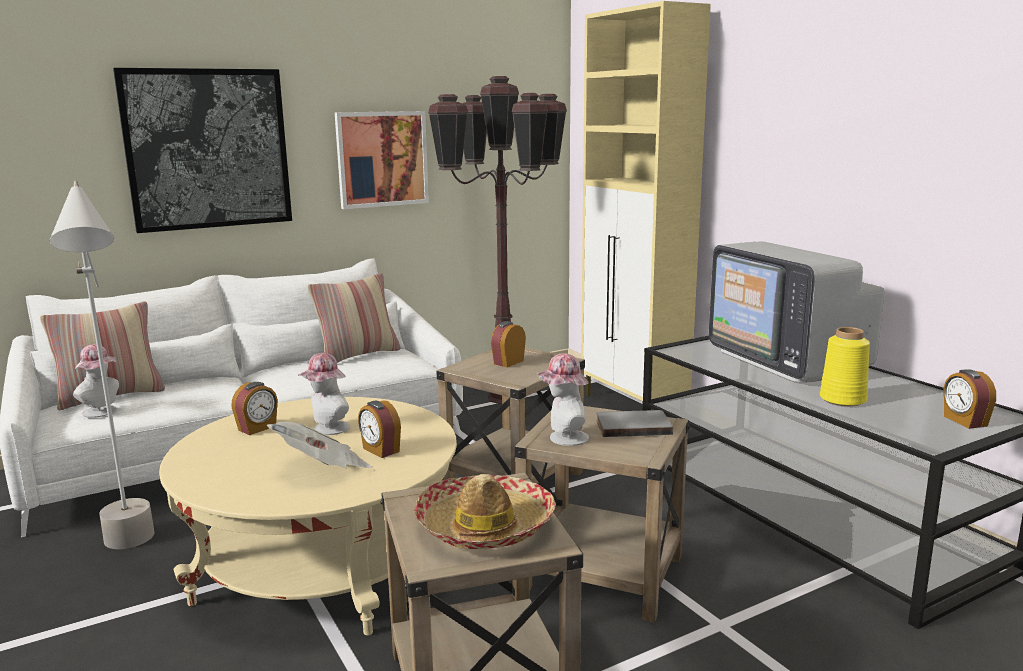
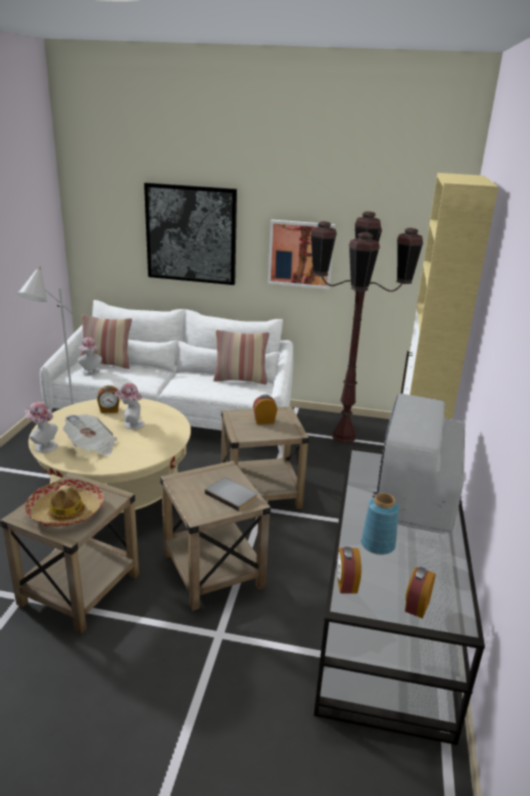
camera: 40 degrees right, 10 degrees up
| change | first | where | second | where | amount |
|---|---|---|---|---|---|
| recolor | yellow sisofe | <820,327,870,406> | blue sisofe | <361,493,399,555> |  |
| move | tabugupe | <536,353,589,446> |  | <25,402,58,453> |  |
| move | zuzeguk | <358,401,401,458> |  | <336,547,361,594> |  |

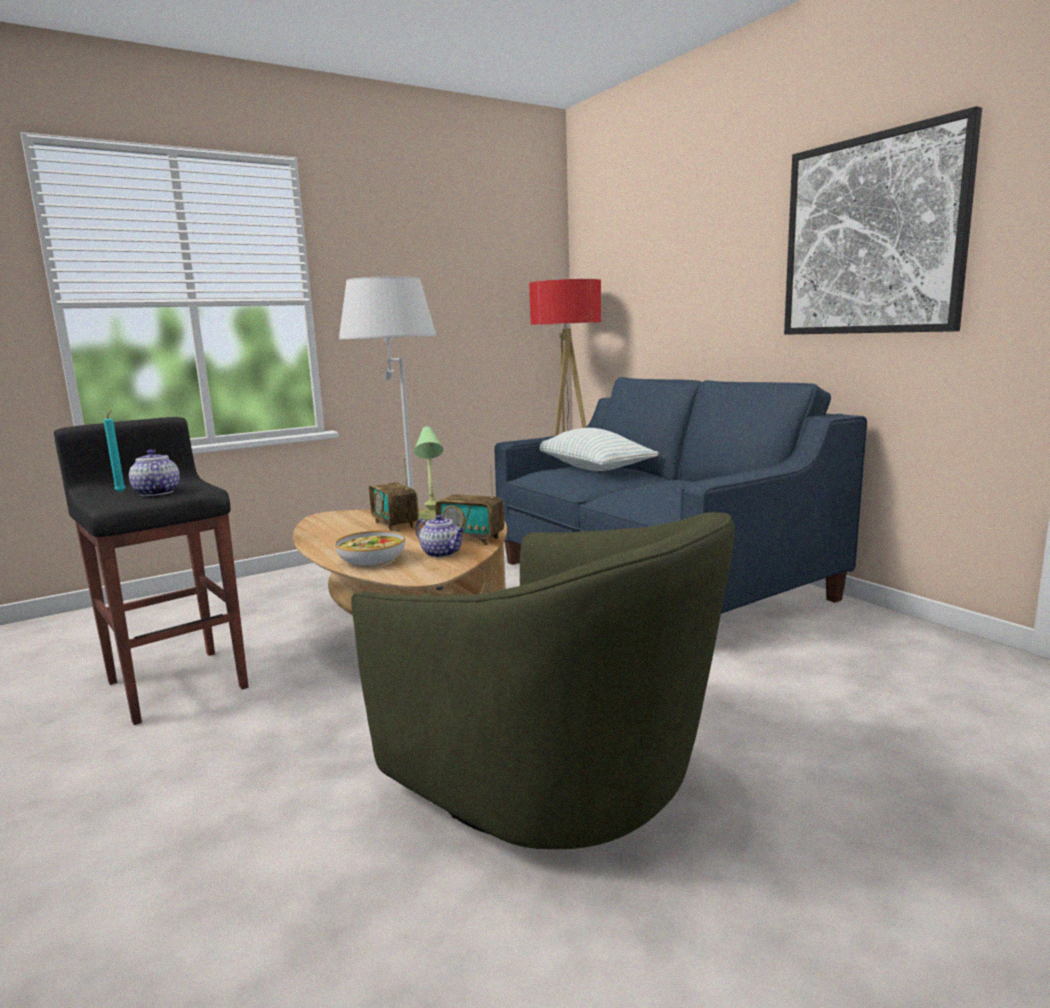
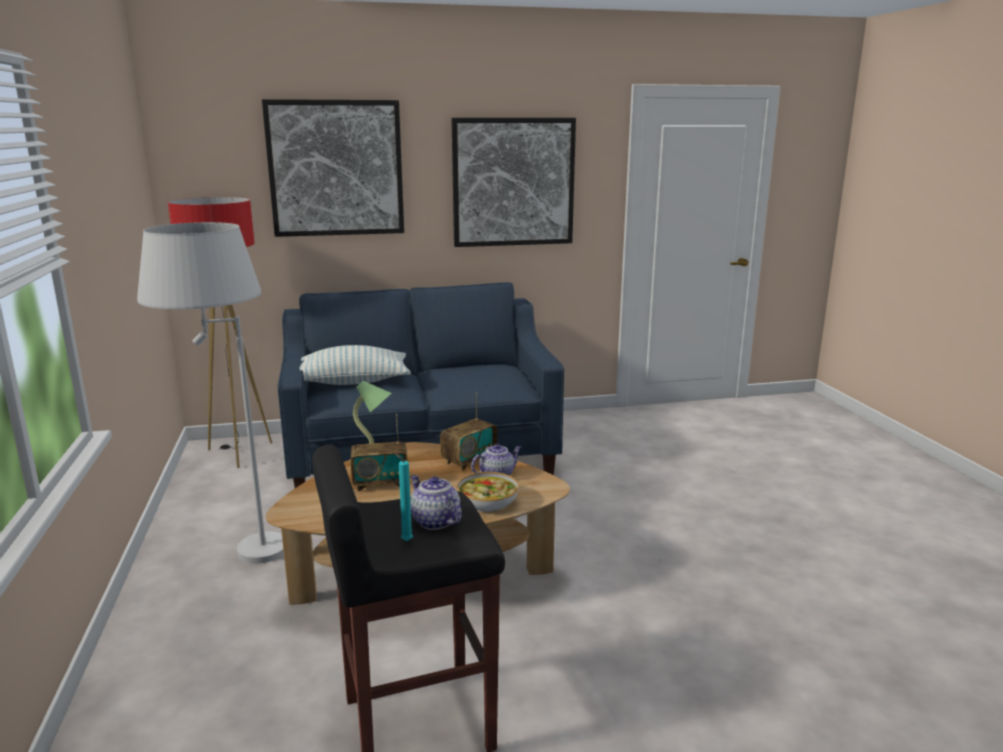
camera: 70 degrees left, 5 degrees up
| change | first | where | second | where | amount |
|---|---|---|---|---|---|
| rotate | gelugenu | <129,449,180,496> |  | <410,475,462,530> | 60 degrees clockwise |
| delete | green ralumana | <351,512,735,849> |  |  |  |
| insert |  |  | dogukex | <262,99,404,237> |  |

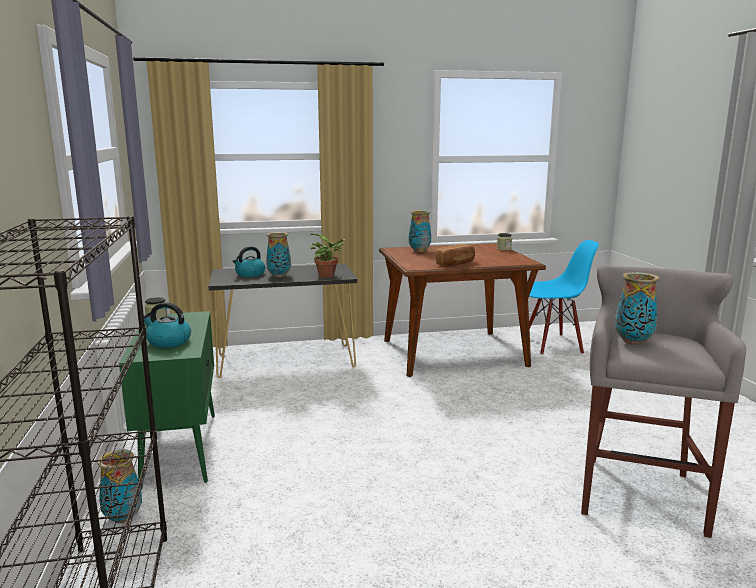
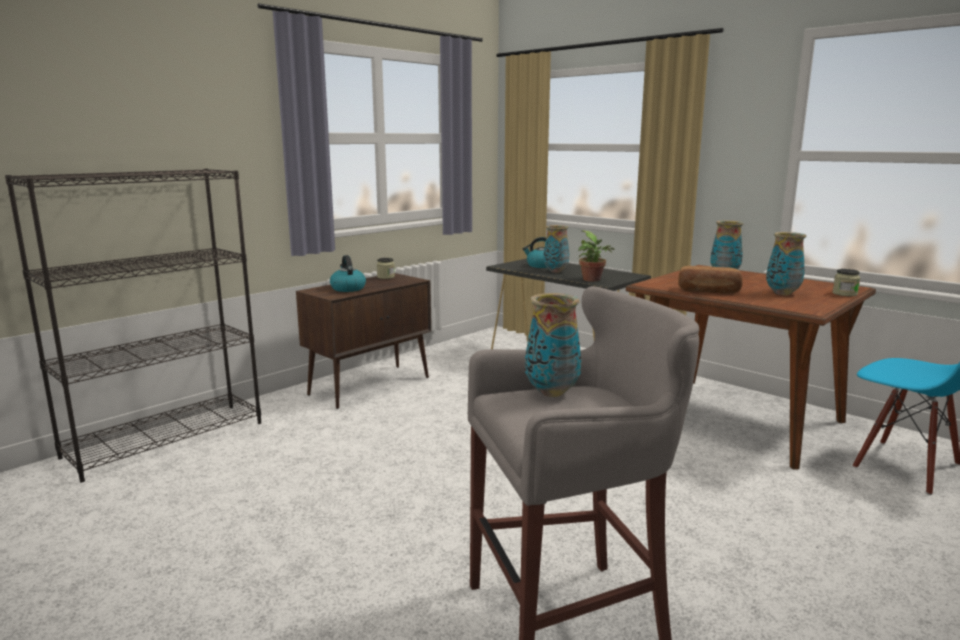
camera: 55 degrees right, 0 degrees up
| change | first | where | second | where | amount |
|---|---|---|---|---|---|
| recolor | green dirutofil | <119,311,215,489> | brown dirutofil | <296,273,431,409> |  |
| move | sisofe | <98,449,142,523> |  | <766,232,806,295> |  |

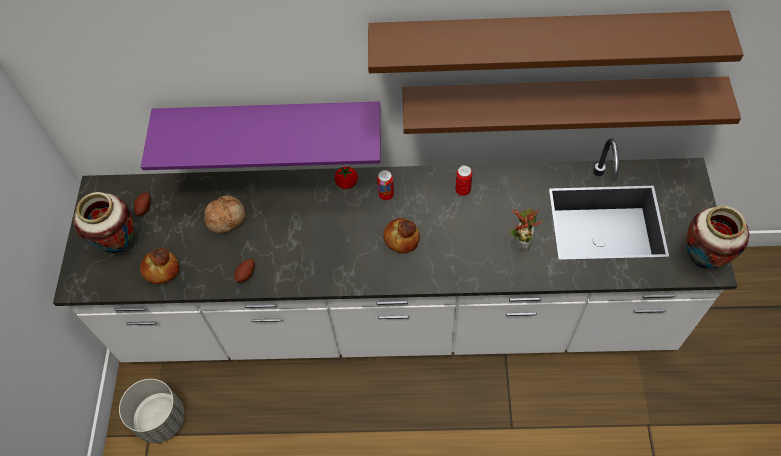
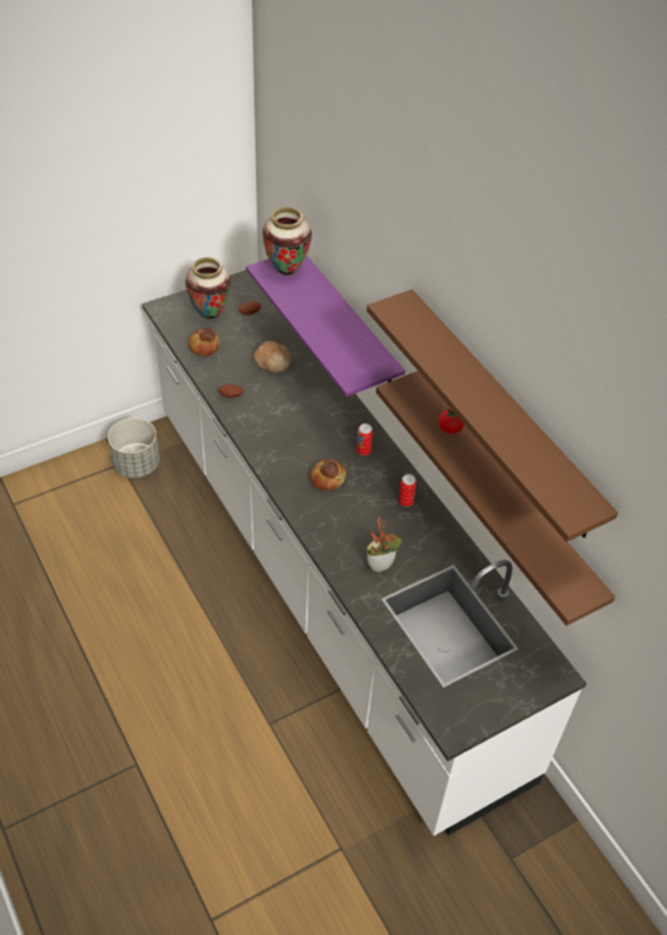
camera: 55 degrees right, 10 degrees down
| change | first | where | second | where | amount |
|---|---|---|---|---|---|
| move | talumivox | <335,166,358,189> |  | <438,409,464,434> |  |
| move | sisofe | <686,206,749,268> |  | <262,207,312,276> |  |

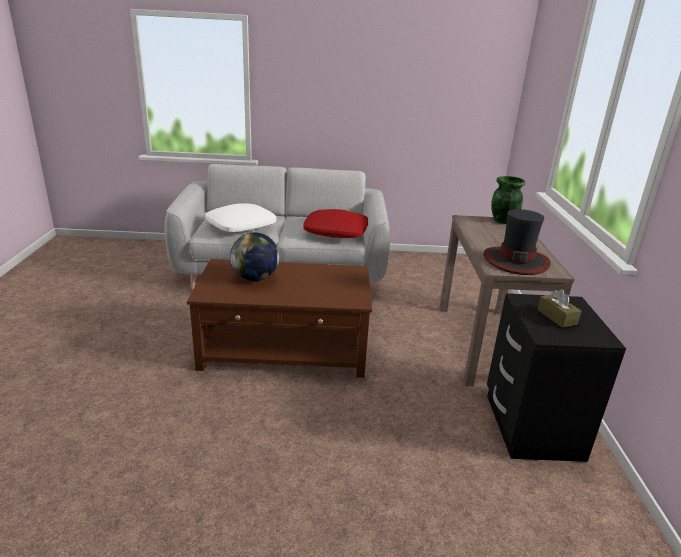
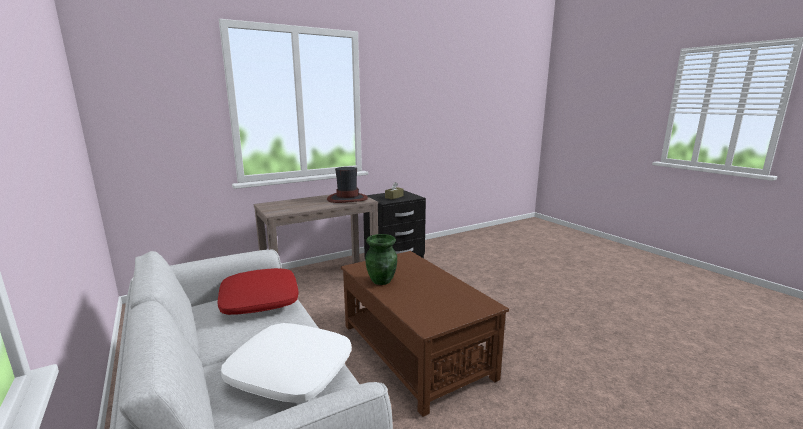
camera: 120 degrees left, 10 degrees down
| change | first | where | second | where | amount |
|---|---|---|---|---|---|
| move | green sisofe | <491,176,525,224> |  | <365,234,397,285> |  |
| delete | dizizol | <230,232,279,281> |  |  |  |

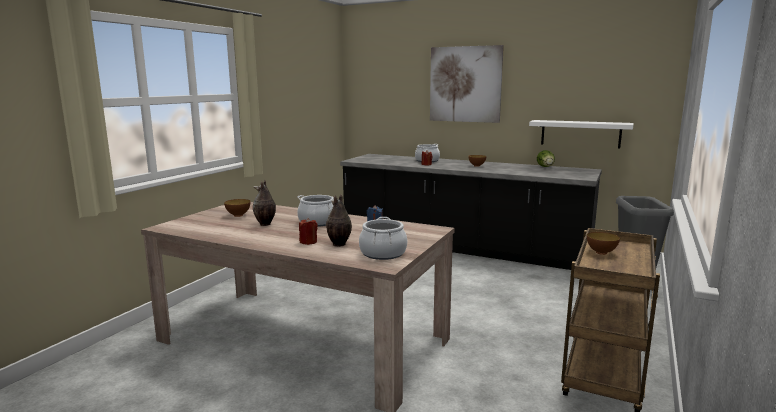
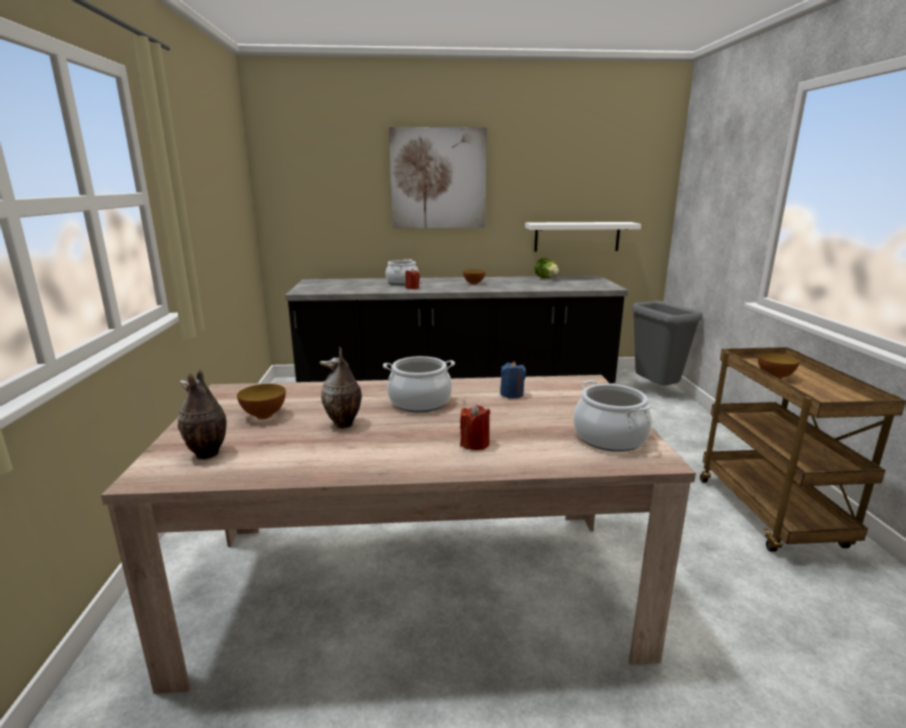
camera: 30 degrees left, 5 degrees up
| change | first | where | second | where | amount |
|---|---|---|---|---|---|
| move | sisofe | <326,194,352,247> |  | <178,369,227,460> |  |

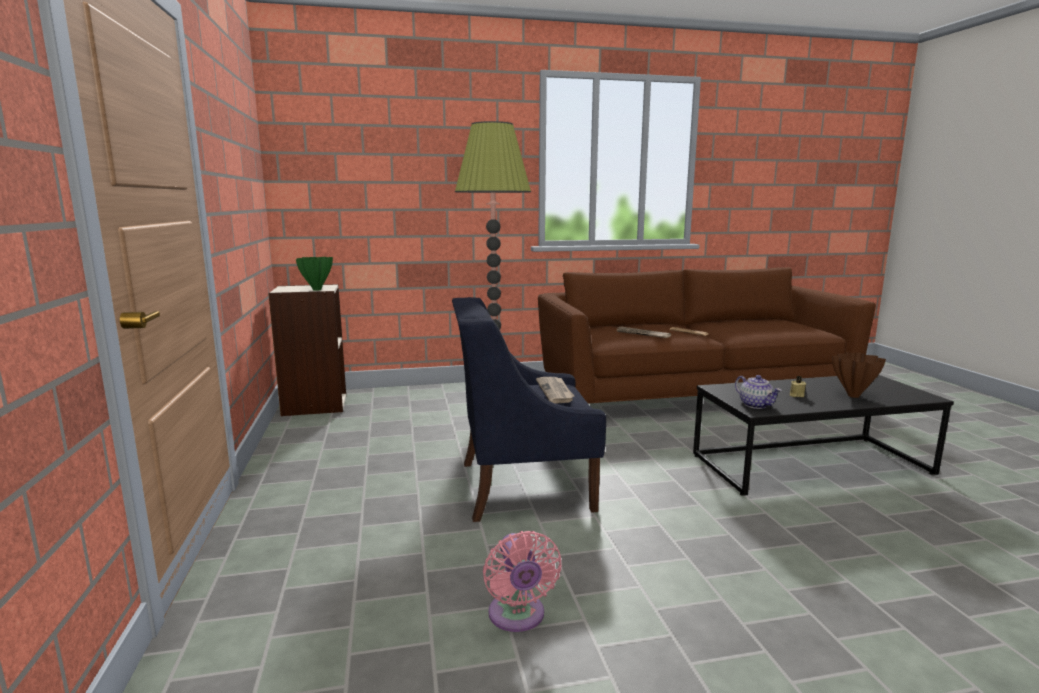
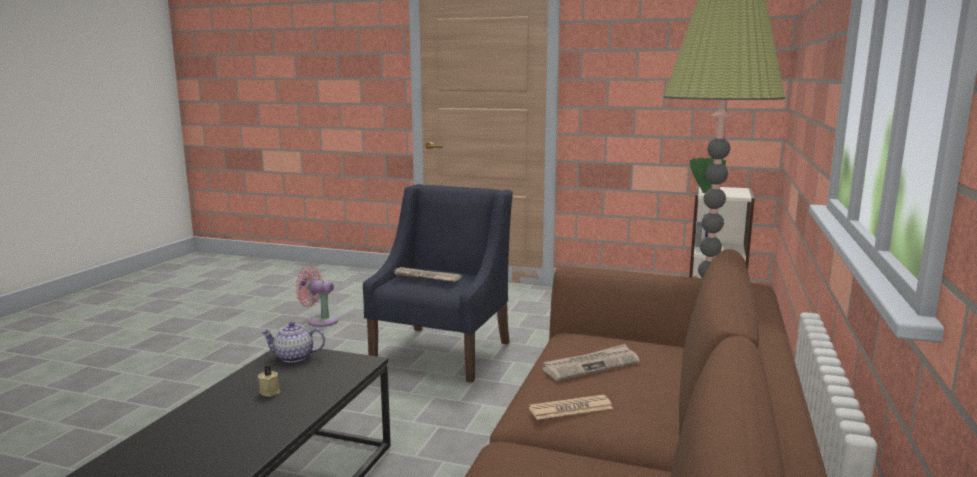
camera: 120 degrees right, 0 degrees up
| change | first | where | second | where | amount |
|---|---|---|---|---|---|
| delete | brown sisofe | <832,352,886,398> |  |  |  |

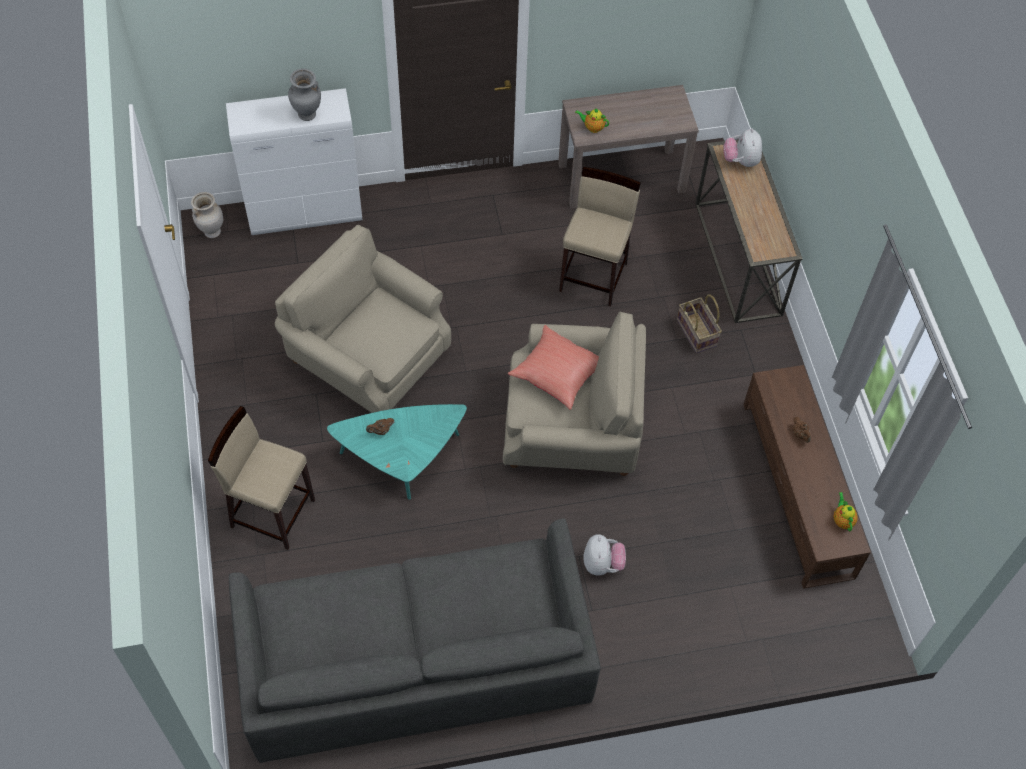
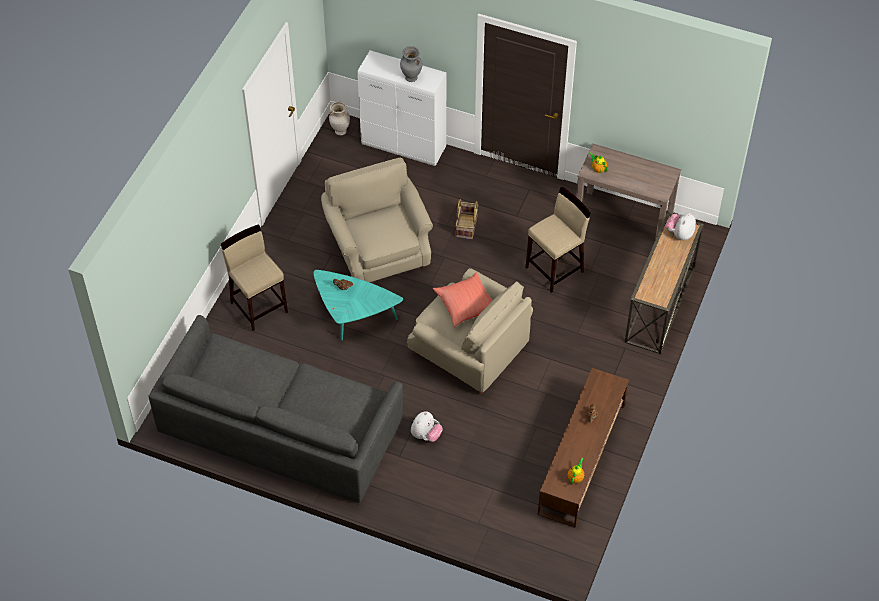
camera: 35 degrees right, 5 degrees down
| change | first | where | second | where | amount |
|---|---|---|---|---|---|
| move | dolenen | <677,295,722,353> |  | <455,199,478,240> |  |

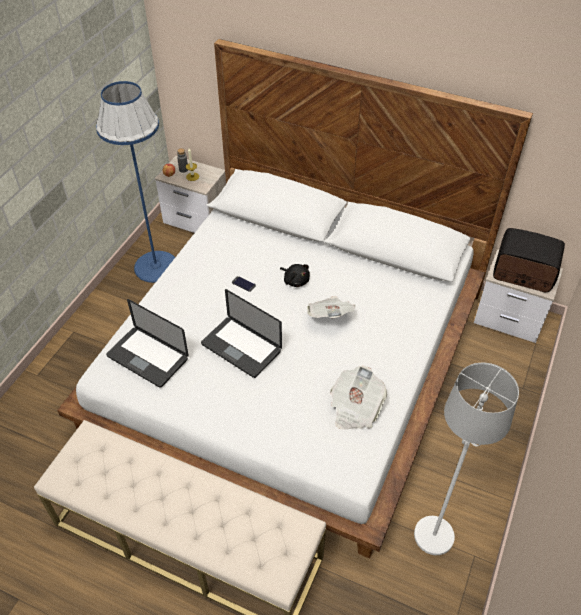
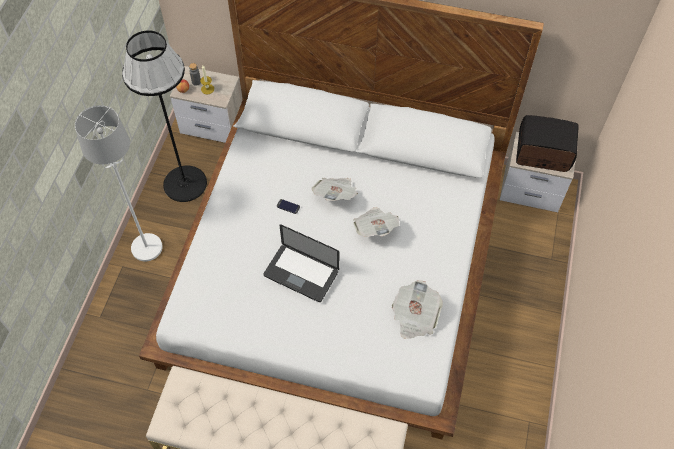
camera: 10 degrees left, 10 degrees up
| change | first | where | second | where | amount |
|---|---|---|---|---|---|
| recolor | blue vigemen | <96,81,175,283> | black vigemen | <122,30,207,202> |  |
| replace | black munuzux | <280,264,310,287> | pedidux | <312,178,358,201> |  |
| delete | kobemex | <106,299,189,388> |  |  |  |
| move | white vigemen | <414,363,519,555> |  | <75,105,163,262> |  |

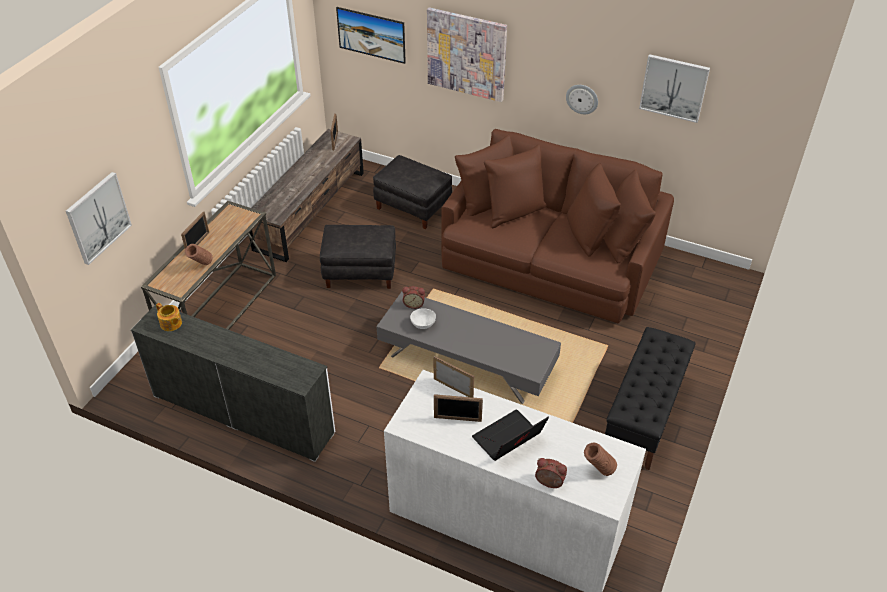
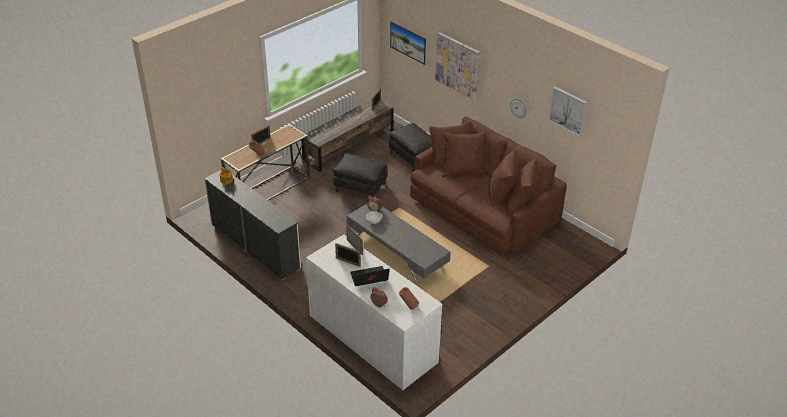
camera: 20 degrees right, 5 degrees down
| change | first | where | second | where | amount |
|---|---|---|---|---|---|
| delete | dogukex | <66,172,132,265> |  |  |  |
| delete | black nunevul | <605,327,696,470> |  |  |  |

